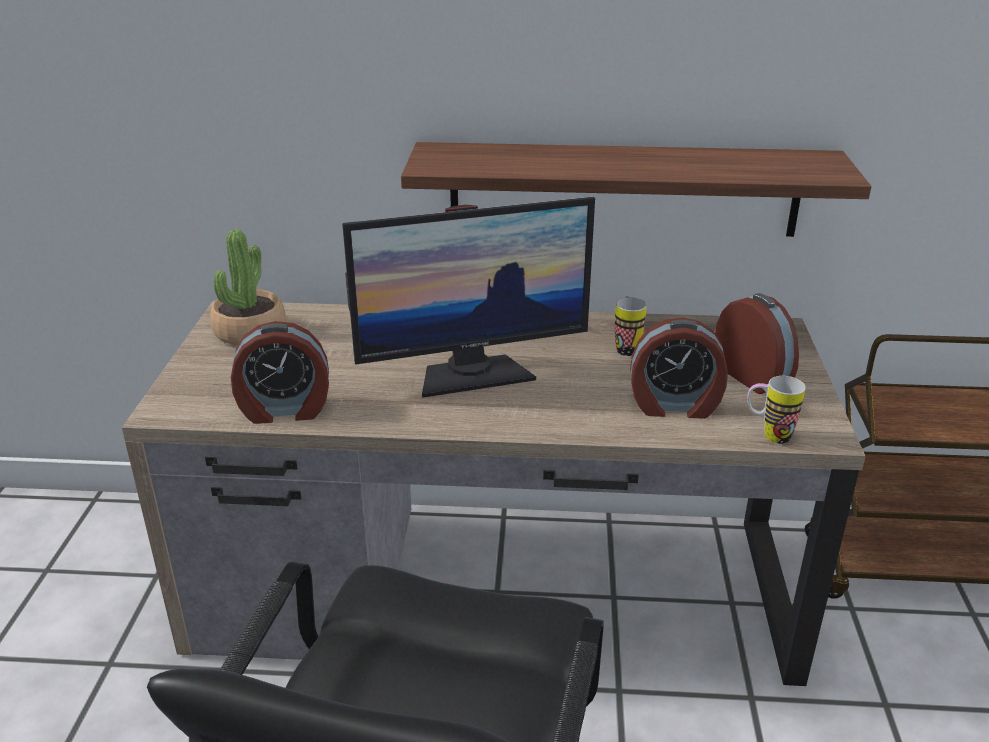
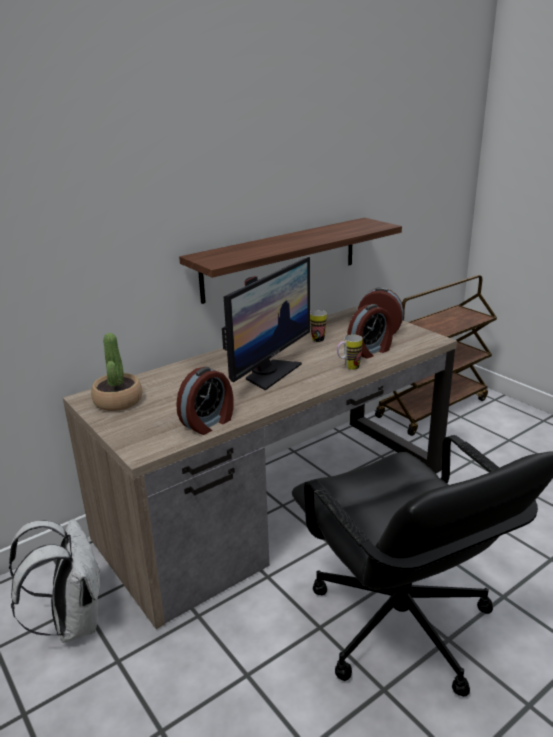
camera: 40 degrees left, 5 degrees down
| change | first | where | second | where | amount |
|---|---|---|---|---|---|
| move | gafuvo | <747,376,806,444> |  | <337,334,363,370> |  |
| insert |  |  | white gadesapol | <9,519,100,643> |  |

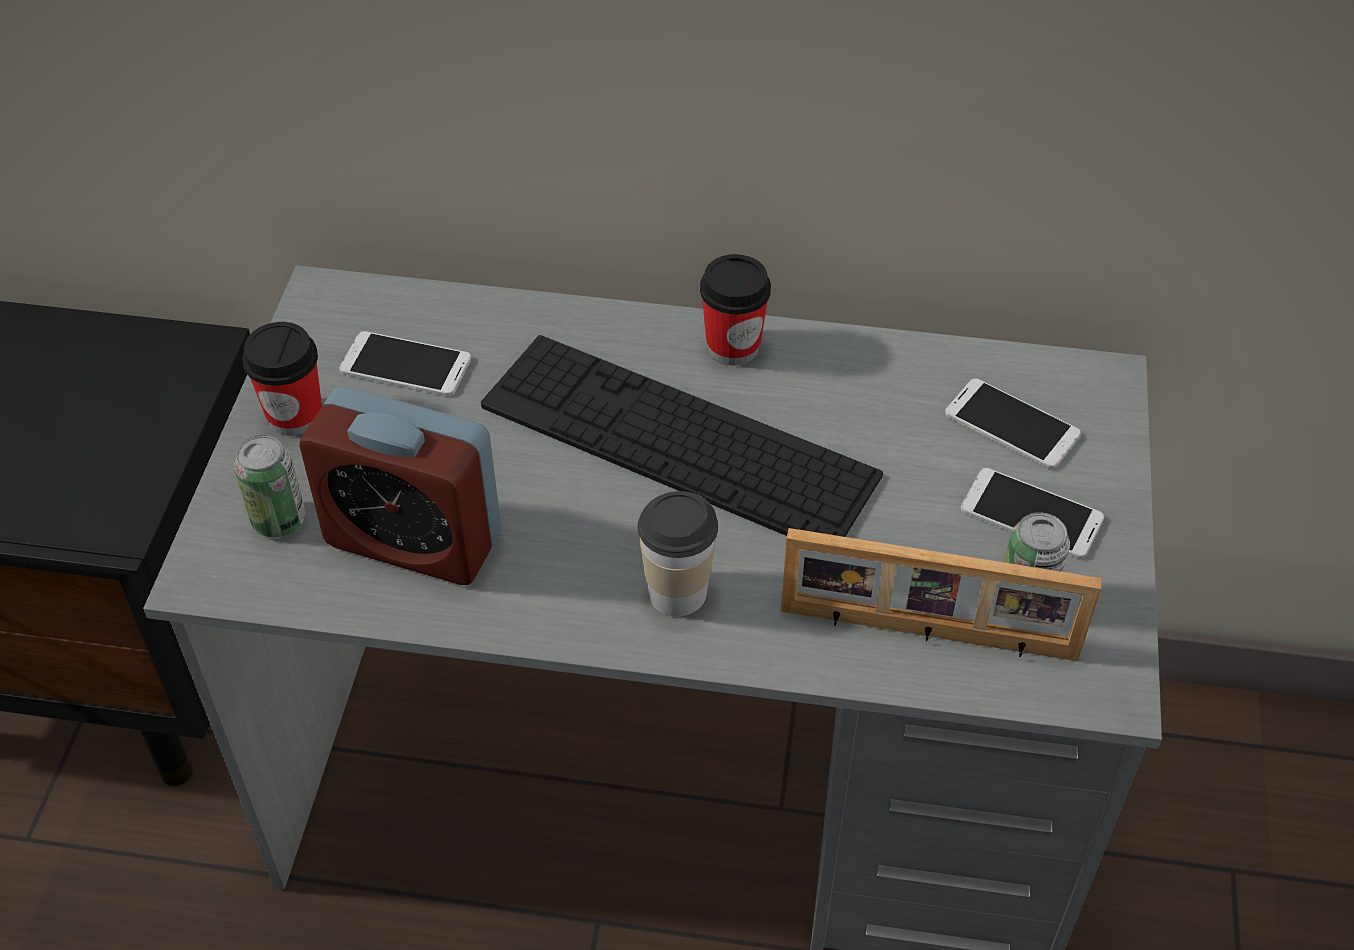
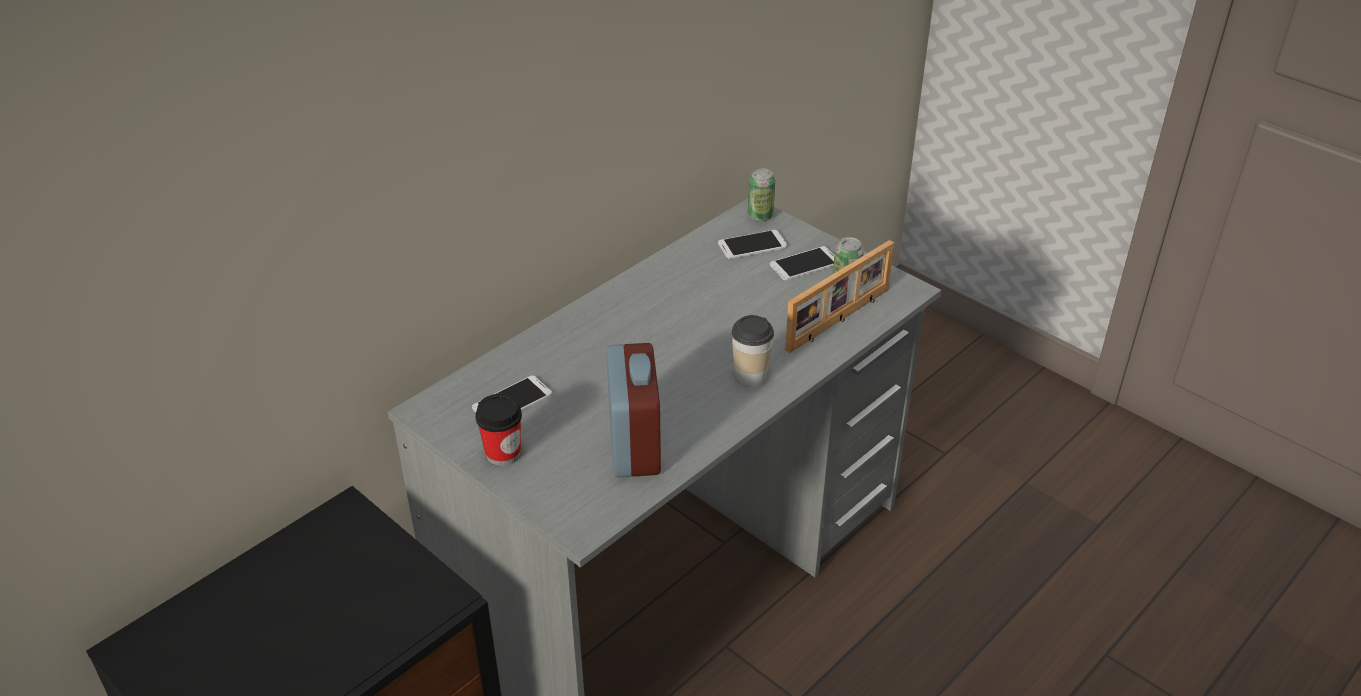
camera: 55 degrees left, 10 degrees down
| change | first | where | second | where | amount |
|---|---|---|---|---|---|
| delete | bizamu | <700,254,771,366> |  |  |  |
| delete | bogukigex | <481,335,883,537> |  |  |  |
| rotate | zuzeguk | <299,386,501,585> |  | <606,343,661,478> | 60 degrees counterclockwise |
| move | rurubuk | <234,434,306,537> |  | <748,168,775,221> |  |

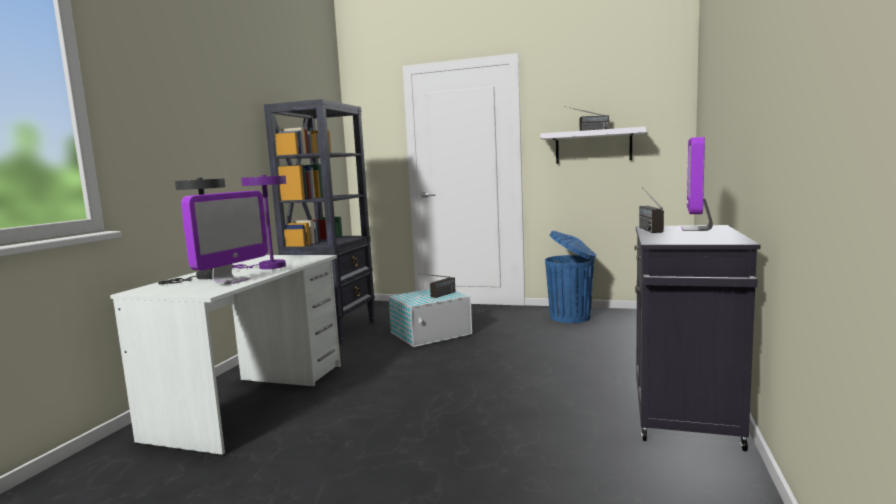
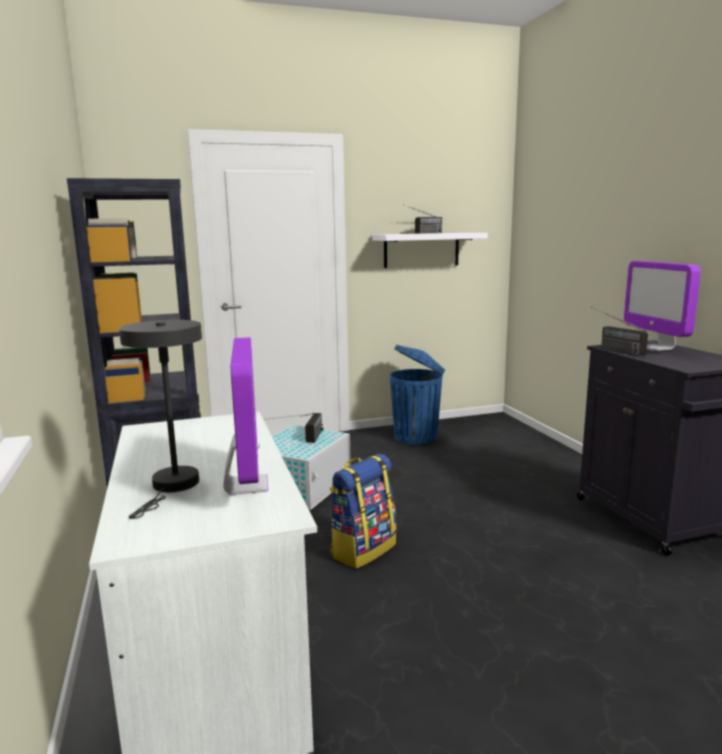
camera: 35 degrees left, 5 degrees up
| change | first | where | second | where | amount |
|---|---|---|---|---|---|
| delete | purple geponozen | <232,175,286,269> |  |  |  |
| insert |  |  | gadesapol | <330,454,397,569> |  |

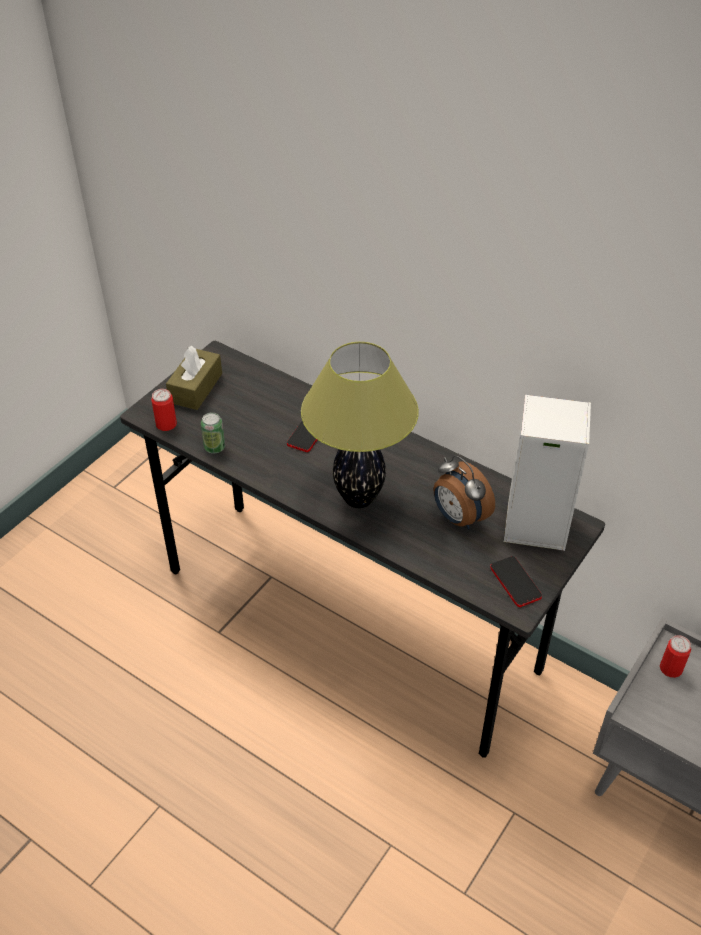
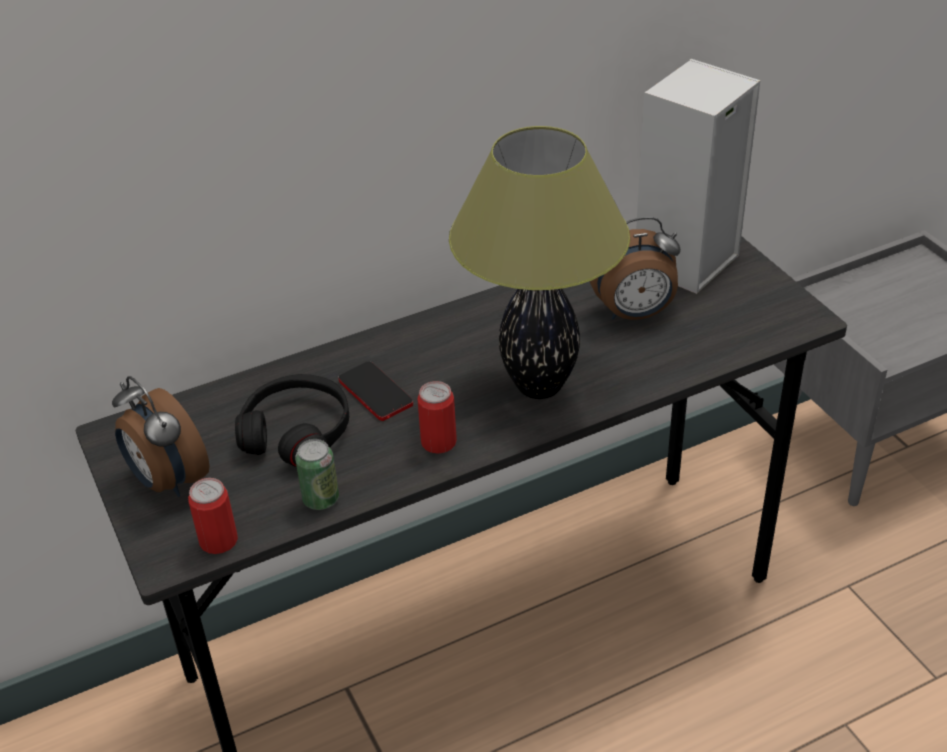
camera: 60 degrees left, 5 degrees down
| change | first | where | second | where | amount |
|---|---|---|---|---|---|
| replace | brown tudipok | <166,346,222,410> | zuzeguk | <112,376,210,497> |  |
| delete | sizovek | <490,556,542,607> |  |  |  |
| move | rurubuk | <660,635,691,678> |  | <417,381,457,454> |  |
| insert |  |  | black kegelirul | <235,374,349,467> |  |

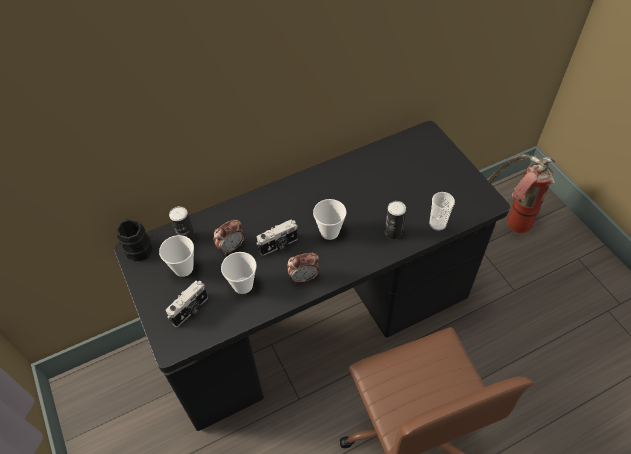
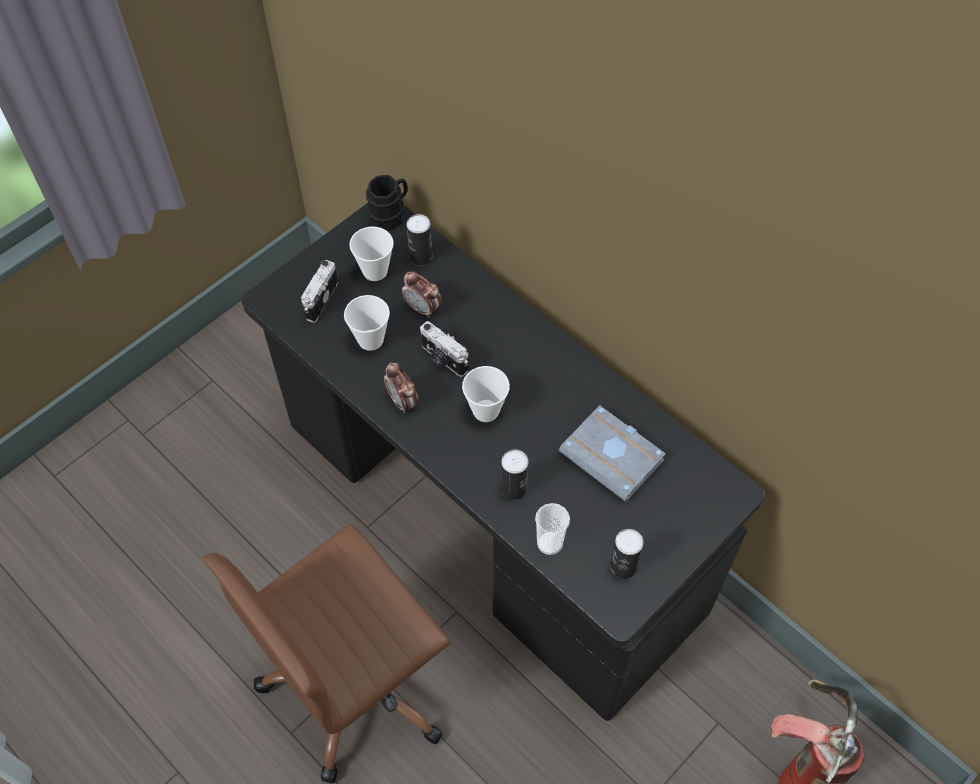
camera: 70 degrees right, 5 degrees up
| change | first | where | second | where | amount |
|---|---|---|---|---|---|
| rotate | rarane | <166,281,208,327> |  | <301,260,338,323> | 90 degrees clockwise |
| insert |  |  | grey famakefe | <559,406,666,502> |  |
| insert |  |  | rurubuk | <610,529,644,579> |  |

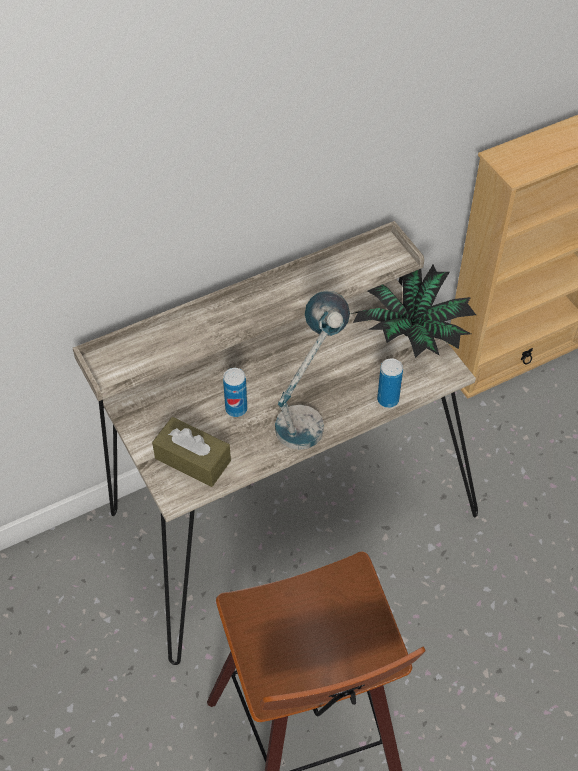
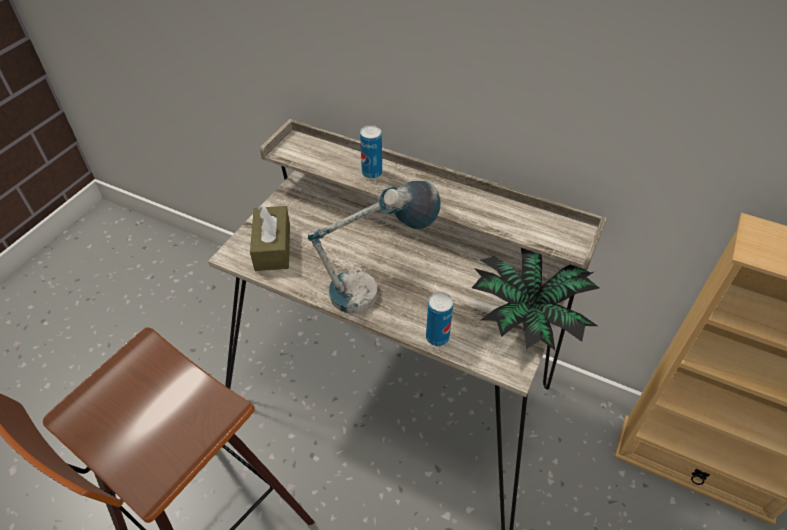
camera: 55 degrees right, 5 degrees down
| change | first | where | second | where | amount |
|---|---|---|---|---|---|
| move | rurubuk | <223,368,247,417> |  | <360,125,382,179> |  |

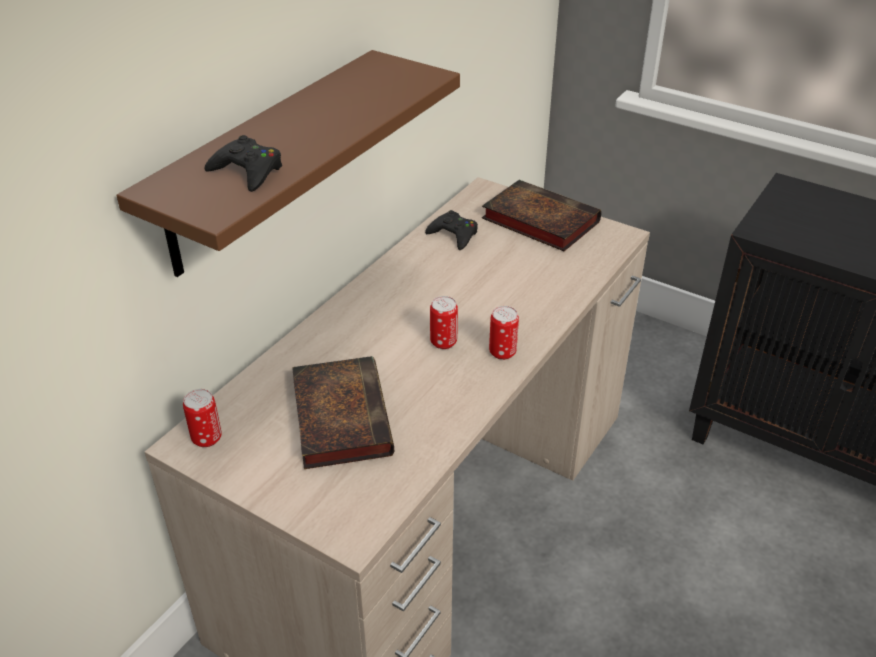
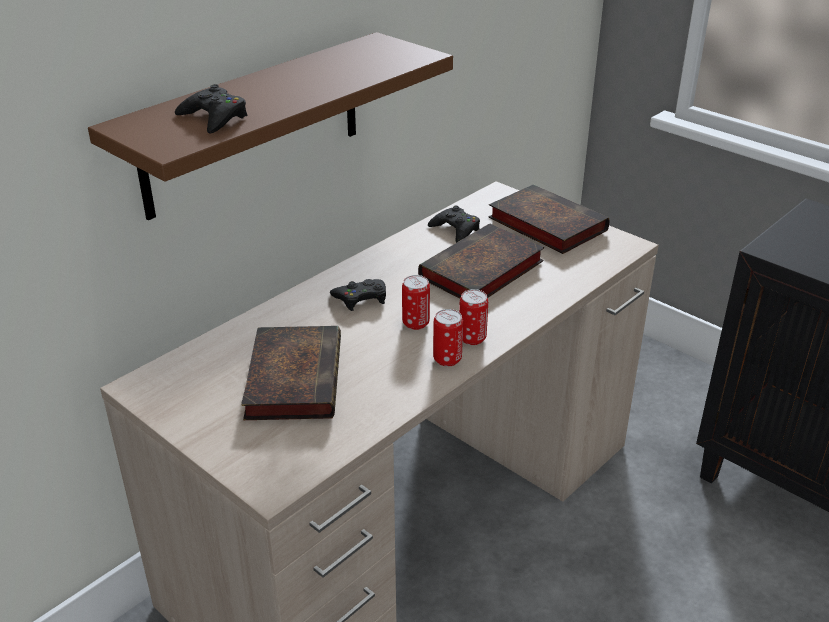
camera: 10 degrees right, 5 degrees down
| change | first | where | second | where | amount |
|---|---|---|---|---|---|
| move | rurubuk | <183,389,222,447> |  | <433,309,463,366> |  |
| insert |  |  | famakefe | <418,223,544,298> |  |
| insert |  |  | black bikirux | <330,279,386,311> |  |

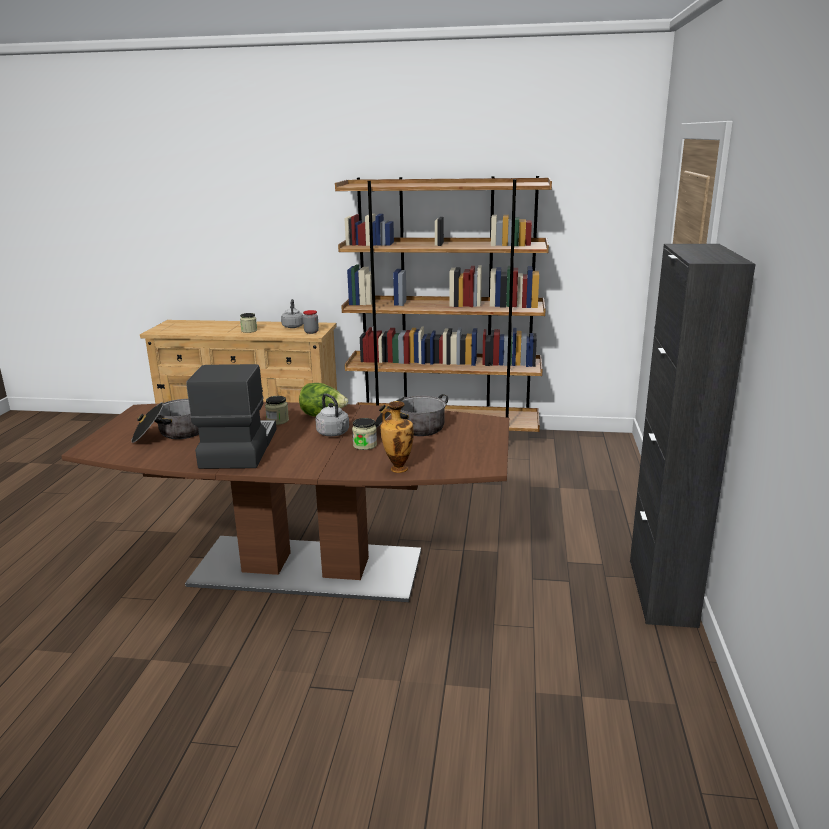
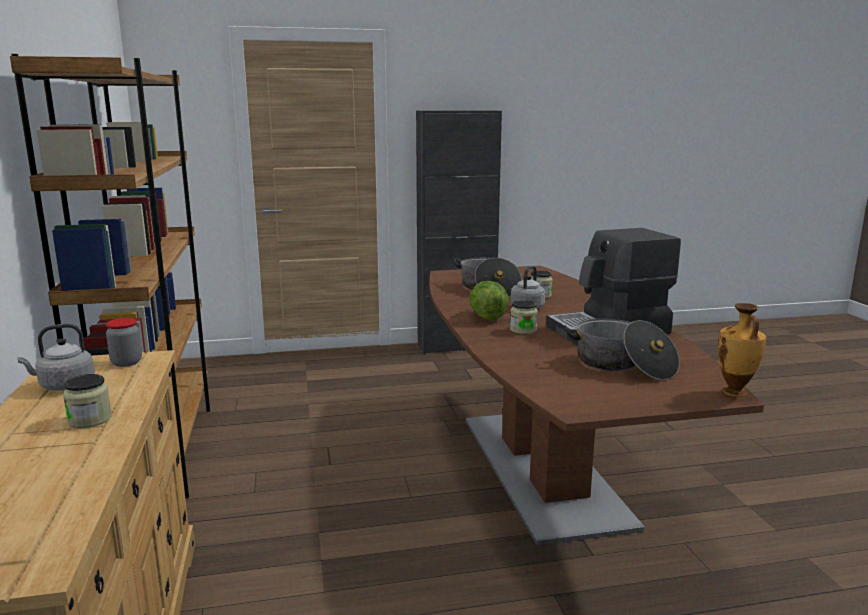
camera: 110 degrees left, 5 degrees down
| change | first | where | second | where | amount |
|---|---|---|---|---|---|
| move | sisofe | <381,401,414,473> |  | <718,303,766,397> |  |

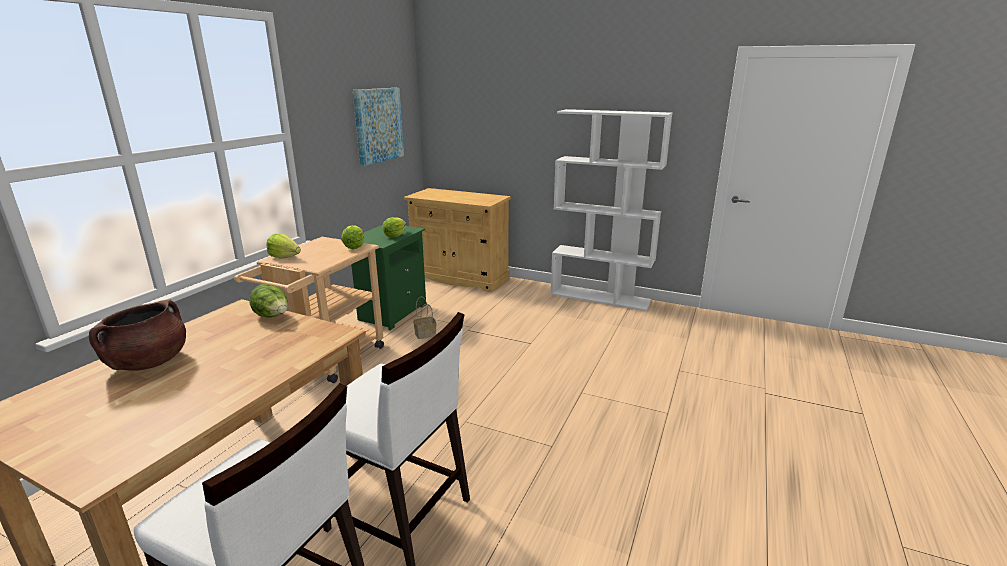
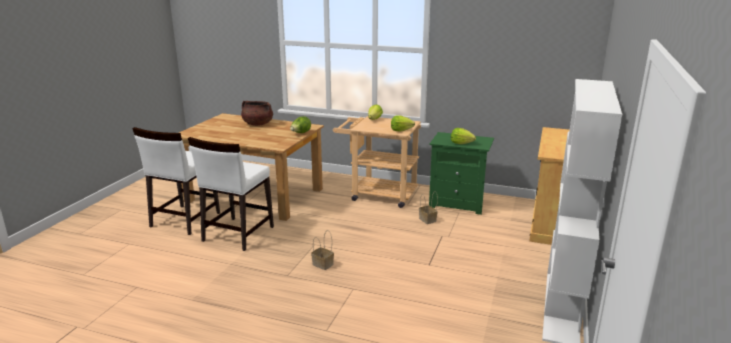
camera: 85 degrees right, 0 degrees up
| change | first | where | second | where | amount |
|---|---|---|---|---|---|
| delete | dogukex | <353,88,404,166> |  |  |  |
| insert |  |  | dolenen | <311,230,334,270> |  |

